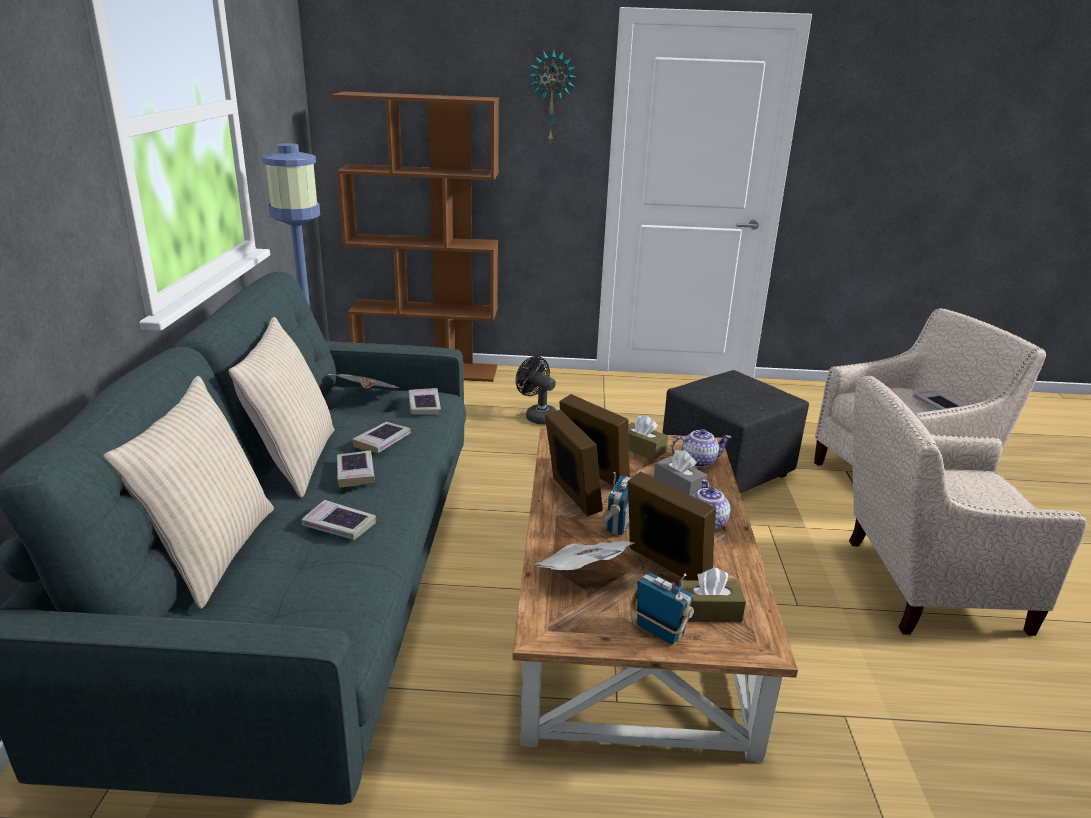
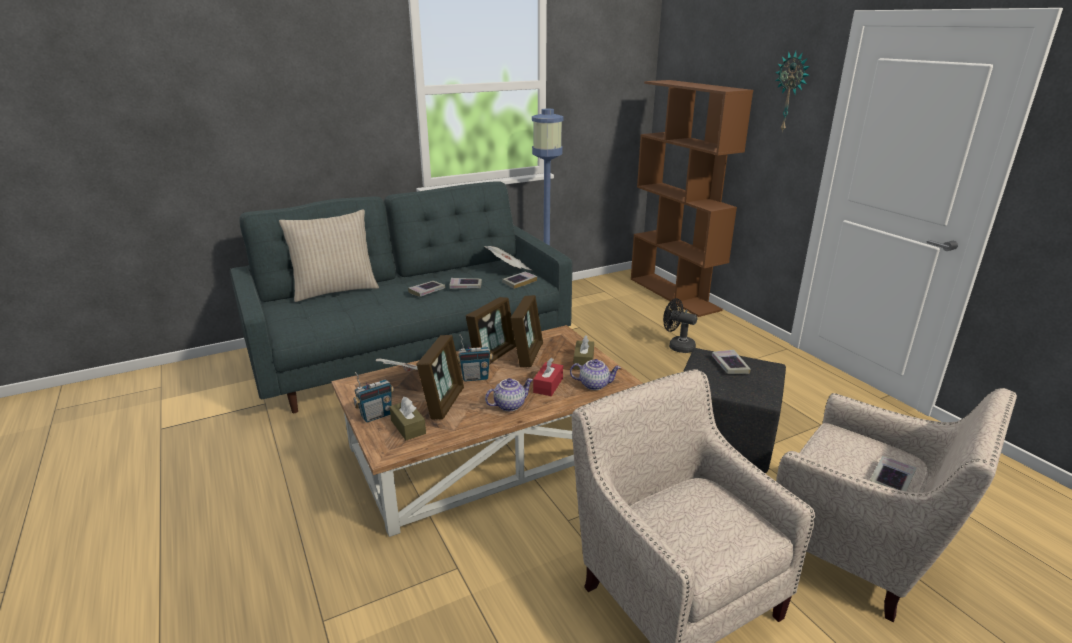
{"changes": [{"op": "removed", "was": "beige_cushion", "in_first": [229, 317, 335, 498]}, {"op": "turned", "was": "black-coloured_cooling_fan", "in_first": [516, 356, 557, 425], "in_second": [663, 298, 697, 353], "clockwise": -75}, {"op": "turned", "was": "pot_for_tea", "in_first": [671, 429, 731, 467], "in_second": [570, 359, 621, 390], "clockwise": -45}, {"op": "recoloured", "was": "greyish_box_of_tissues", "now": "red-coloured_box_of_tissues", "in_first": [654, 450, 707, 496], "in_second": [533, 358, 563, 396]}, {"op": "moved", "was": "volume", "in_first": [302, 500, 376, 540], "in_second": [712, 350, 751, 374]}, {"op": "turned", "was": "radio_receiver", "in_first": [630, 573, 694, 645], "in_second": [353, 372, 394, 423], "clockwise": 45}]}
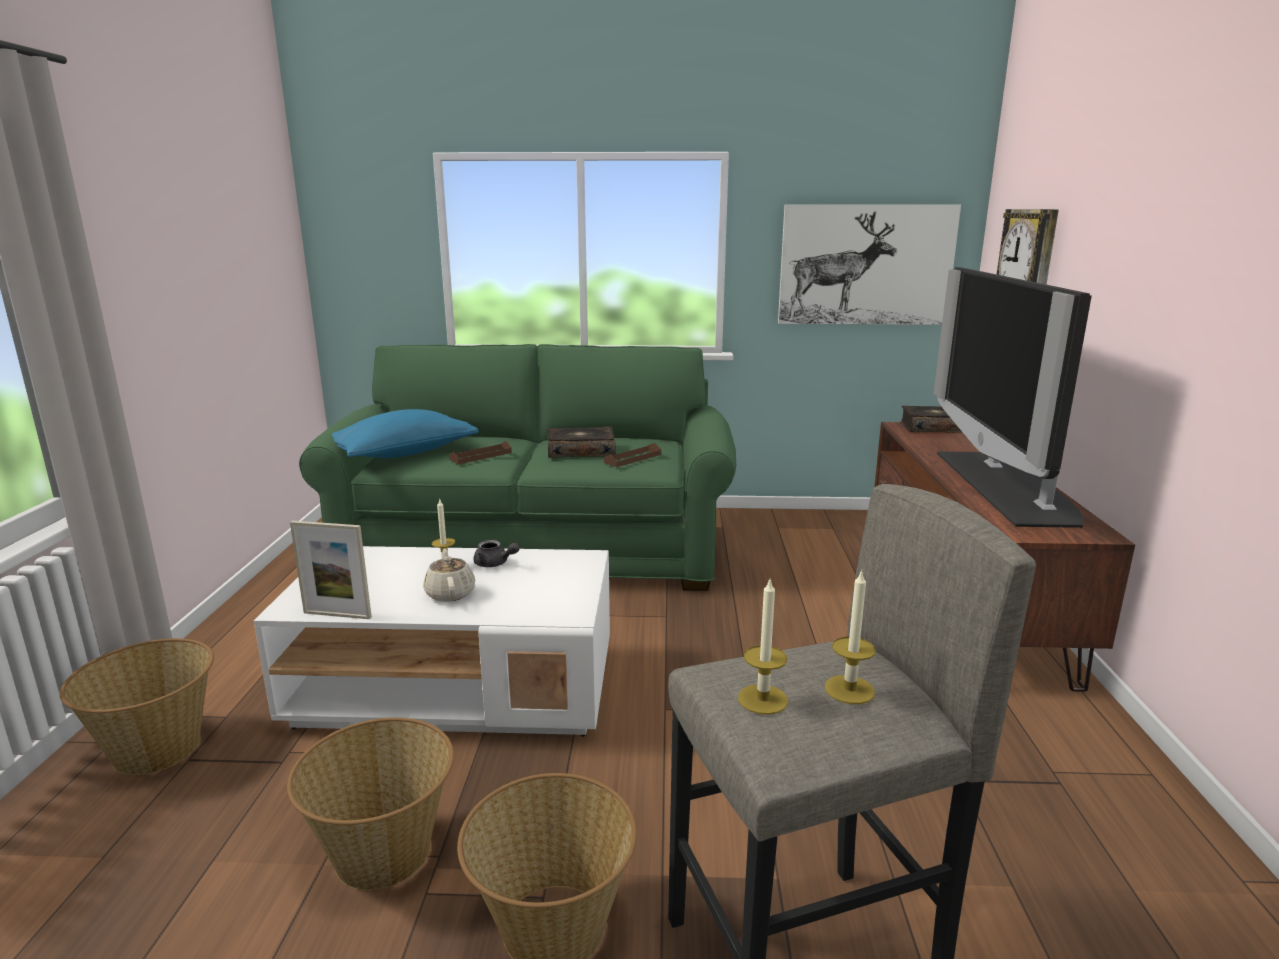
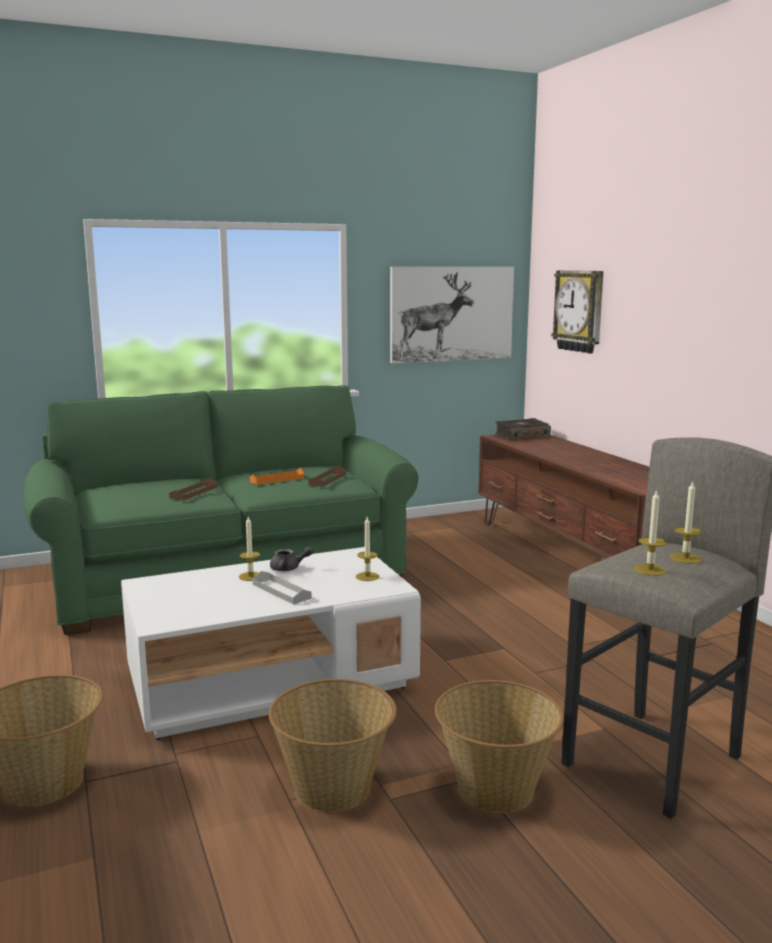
{"changes": [{"op": "removed", "was": "television", "in_first": [934, 267, 1092, 528]}, {"op": "removed", "was": "bluish_cushion", "in_first": [332, 409, 479, 458]}, {"op": "replaced", "was": "volume", "now": "orangey_tray", "in_first": [547, 426, 616, 458], "in_second": [250, 468, 304, 485]}, {"op": "removed", "was": "photo_frame", "in_first": [290, 521, 372, 619]}, {"op": "replaced", "was": "beige_pot_for_tea", "now": "greyish_tray", "in_first": [423, 548, 475, 602], "in_second": [253, 571, 312, 605]}, {"op": "added", "now": "wax_candle", "in_second": [356, 517, 379, 581]}]}
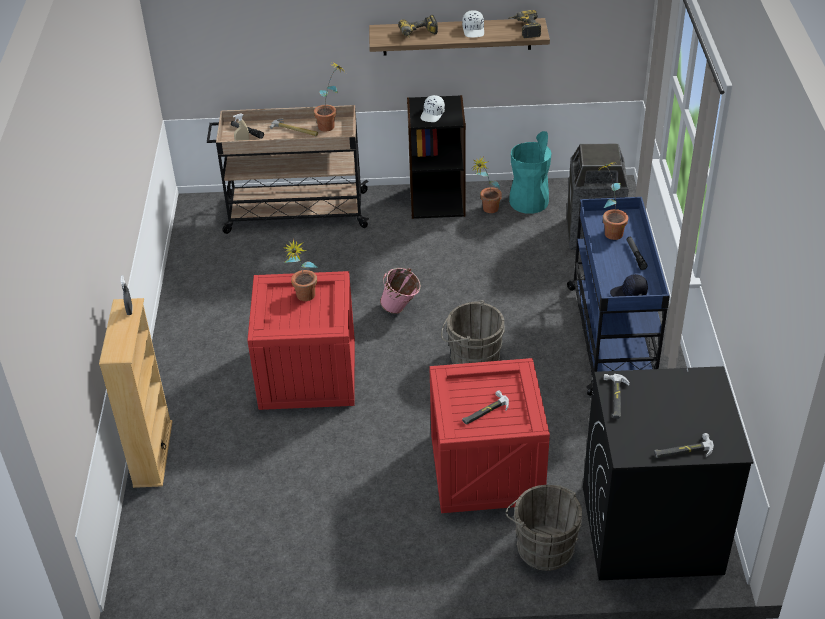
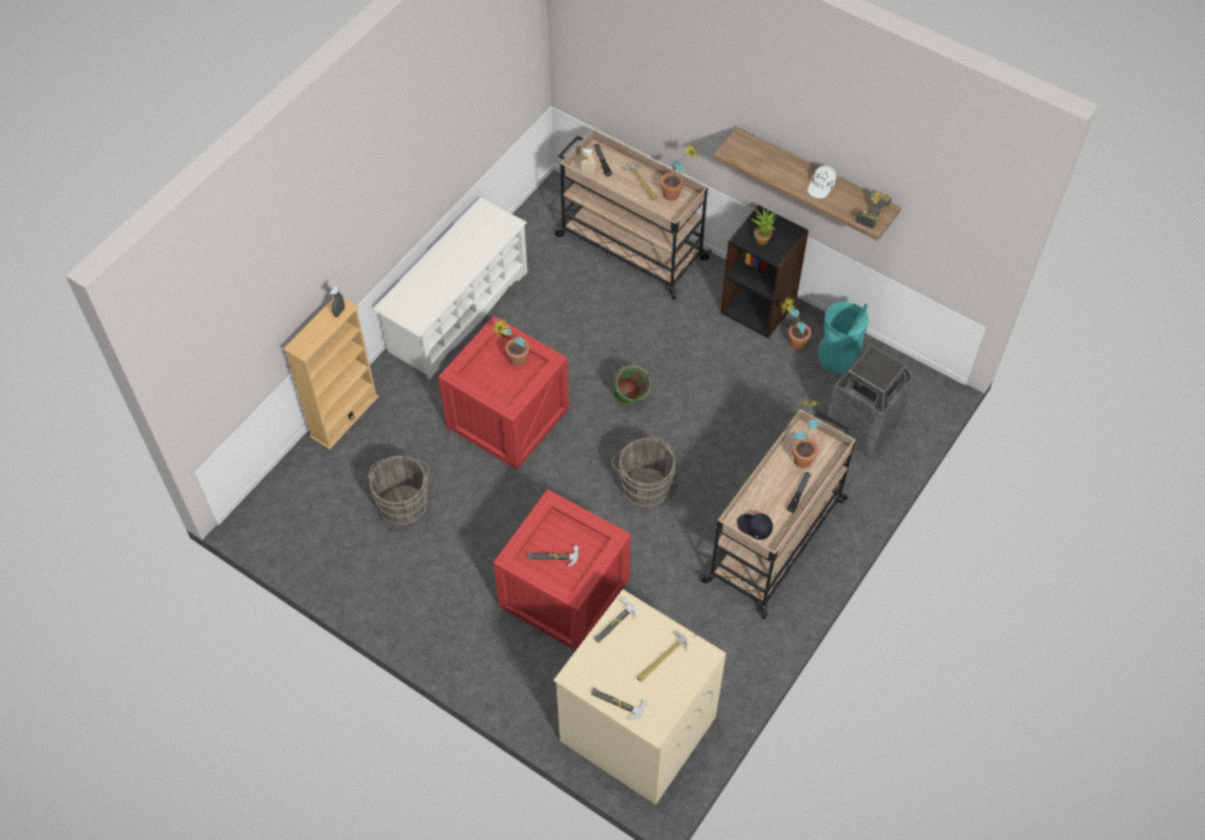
{"changes": [{"op": "removed", "was": "power_drill", "in_first": [398, 15, 438, 38]}, {"op": "replaced", "was": "white_baseball_cap", "now": "potted_plant", "in_first": [421, 95, 445, 122], "in_second": [750, 209, 778, 245]}, {"op": "recoloured", "was": "bluish_trolley", "now": "beige_trolley", "in_first": [567, 196, 670, 396], "in_second": [700, 409, 856, 619]}, {"op": "recoloured", "was": "pink_pail", "now": "green_pail", "in_first": [380, 268, 421, 314], "in_second": [613, 365, 651, 404]}, {"op": "recoloured", "was": "black-coloured_washing_machine", "now": "beige_washing_machine", "in_first": [583, 366, 754, 580], "in_second": [553, 589, 726, 805]}, {"op": "moved", "was": "greyish_pail", "in_first": [506, 485, 582, 571], "in_second": [368, 456, 429, 526]}, {"op": "added", "now": "white_shoe_stand", "in_second": [373, 197, 527, 379]}, {"op": "added", "now": "hand_hammer", "in_second": [637, 631, 687, 682]}]}
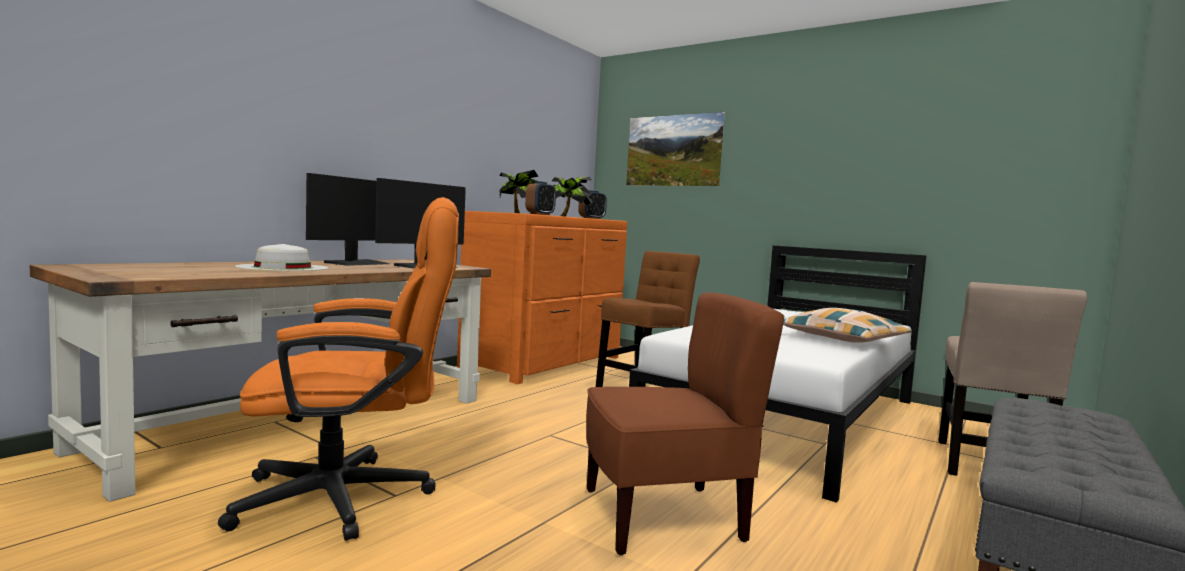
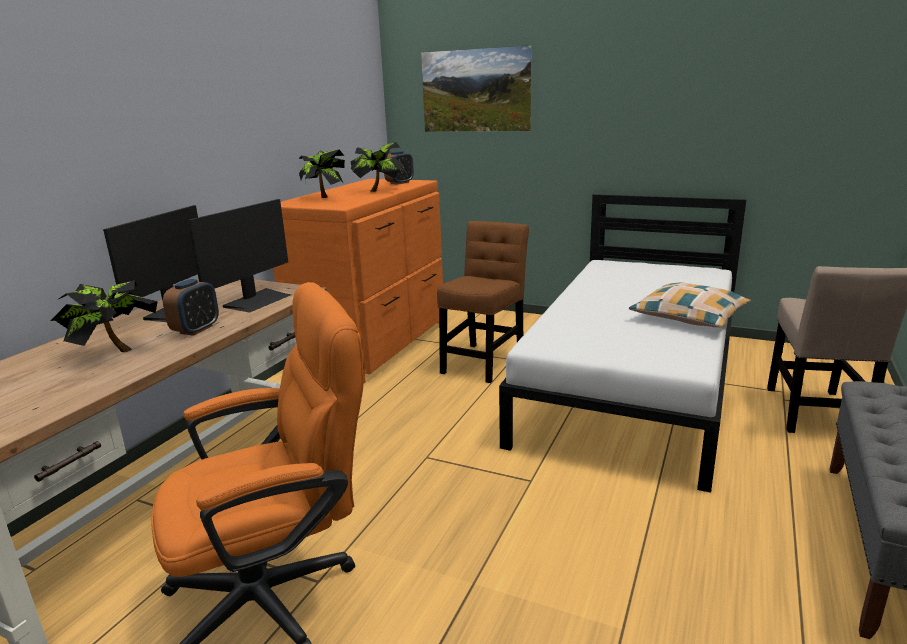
{"changes": [{"op": "moved", "was": "bedside_clock", "in_first": [525, 181, 556, 215], "in_second": [163, 279, 219, 336]}, {"op": "replaced", "was": "white_clothing_hat", "now": "potted_plant", "in_first": [235, 244, 328, 271], "in_second": [51, 280, 158, 352]}, {"op": "removed", "was": "brown_chair", "in_first": [586, 293, 784, 555]}]}
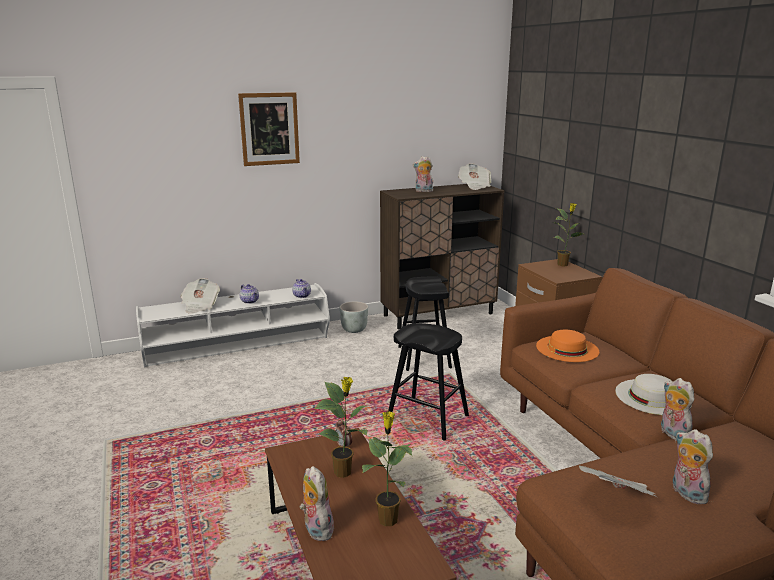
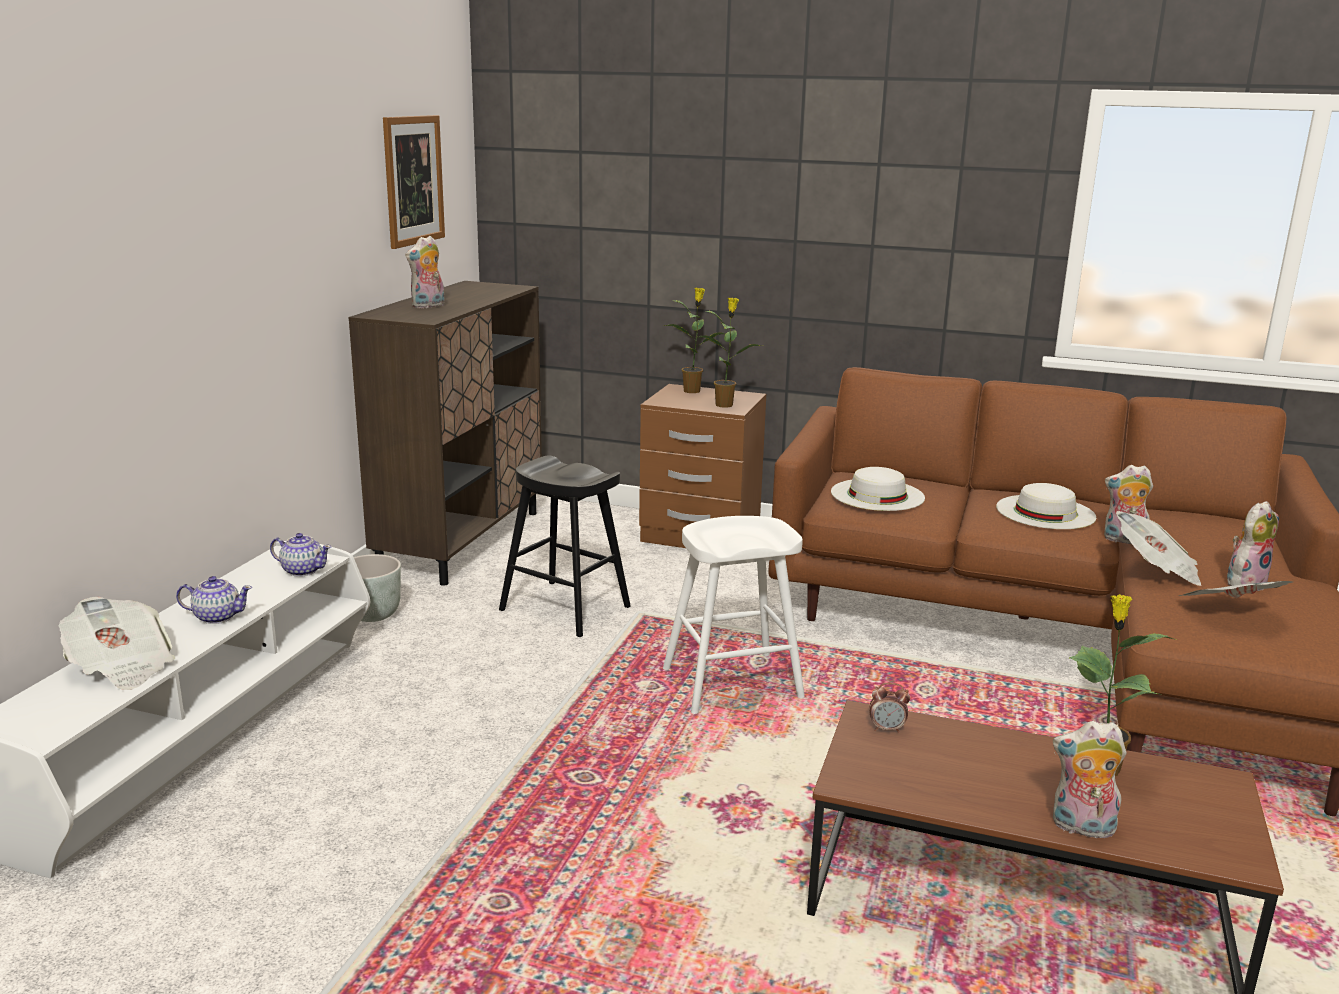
{"changes": [{"op": "moved", "was": "wall_art", "in_first": [238, 92, 300, 166], "in_second": [383, 115, 445, 249]}, {"op": "moved", "was": "daily_paper", "in_first": [458, 163, 491, 190], "in_second": [1116, 511, 1201, 586]}, {"op": "recoloured", "was": "black-coloured_stool", "now": "white_stool", "in_first": [388, 323, 469, 441], "in_second": [663, 516, 805, 714]}, {"op": "recoloured", "was": "orangey_clothing_hat", "now": "white_clothing_hat", "in_first": [536, 330, 600, 362], "in_second": [831, 467, 925, 511]}, {"op": "moved", "was": "potted_plant", "in_first": [314, 377, 368, 478], "in_second": [699, 298, 762, 408]}, {"op": "turned", "was": "plush_toy", "in_first": [673, 429, 713, 505], "in_second": [1227, 501, 1279, 591], "clockwise": 135}]}
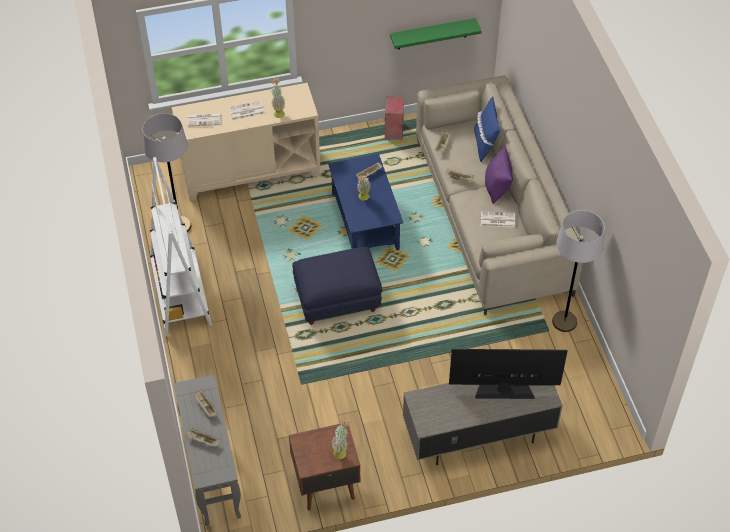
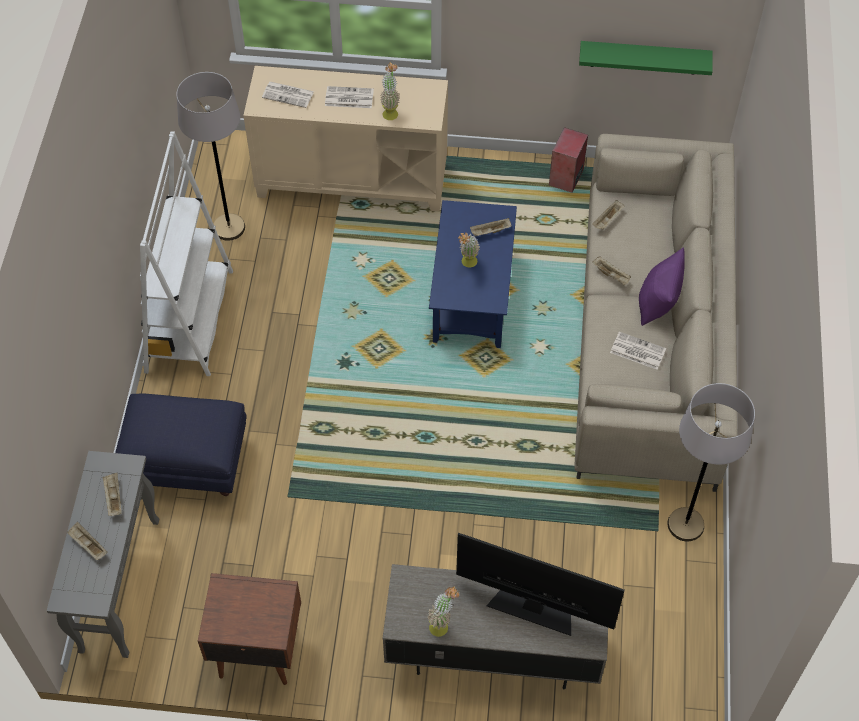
{"changes": [{"op": "removed", "was": "bluish_cushion", "in_first": [474, 96, 500, 162]}, {"op": "moved", "was": "bluish_ottoman", "in_first": [292, 247, 382, 325], "in_second": [115, 394, 246, 496]}, {"op": "moved", "was": "potted_plant", "in_first": [332, 418, 350, 459], "in_second": [427, 586, 459, 637]}]}
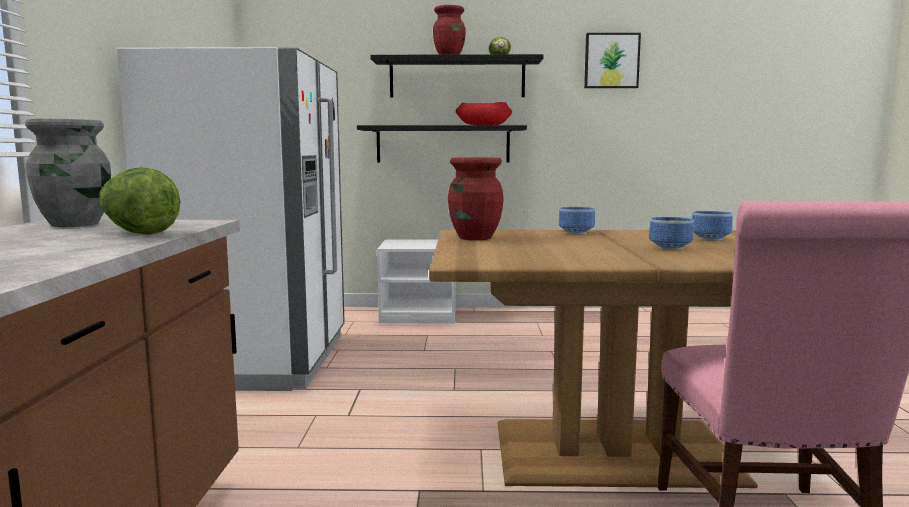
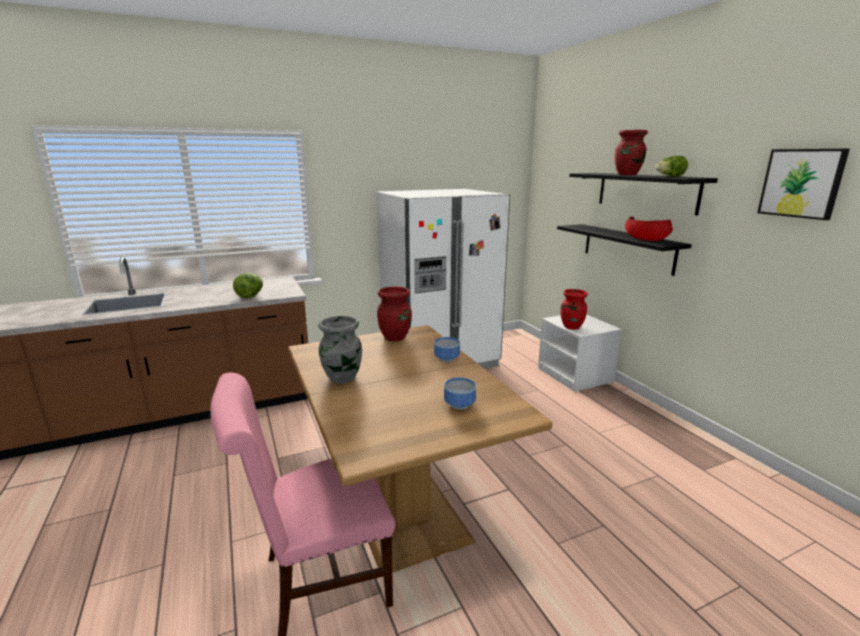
{"changes": [{"op": "moved", "was": "greyish_vase", "in_first": [25, 119, 111, 227], "in_second": [318, 316, 362, 384]}, {"op": "removed", "was": "deep_dish", "in_first": [649, 217, 694, 250]}, {"op": "added", "now": "red-coloured_vase", "in_second": [561, 289, 588, 329]}]}
